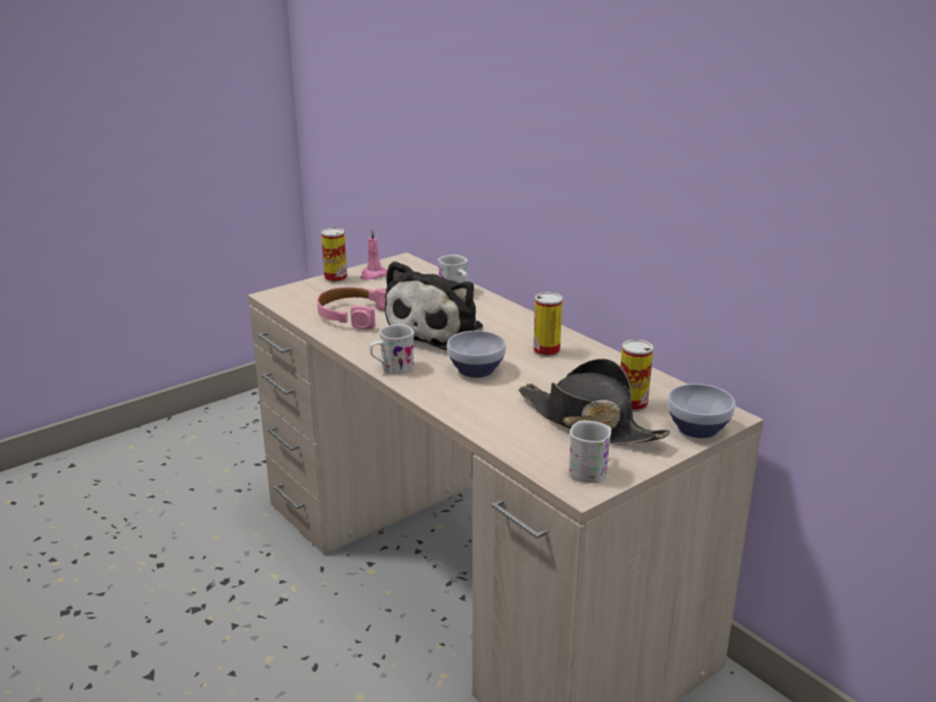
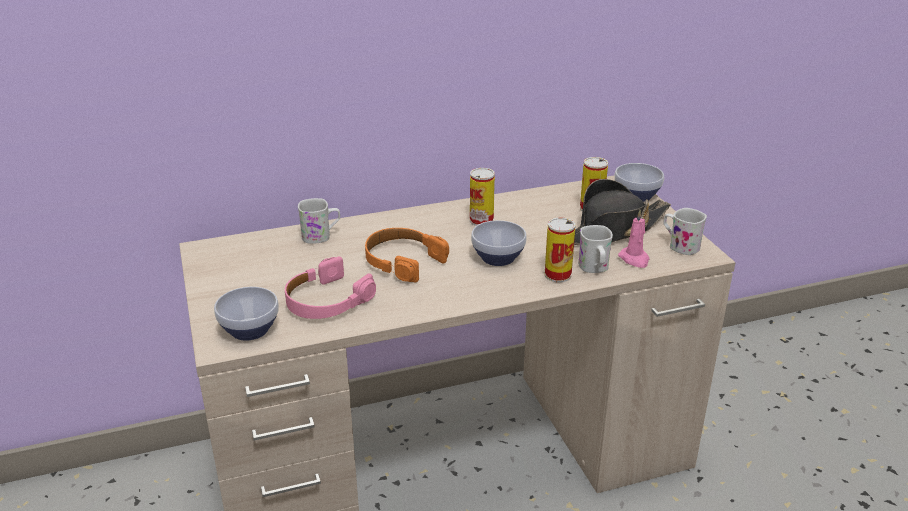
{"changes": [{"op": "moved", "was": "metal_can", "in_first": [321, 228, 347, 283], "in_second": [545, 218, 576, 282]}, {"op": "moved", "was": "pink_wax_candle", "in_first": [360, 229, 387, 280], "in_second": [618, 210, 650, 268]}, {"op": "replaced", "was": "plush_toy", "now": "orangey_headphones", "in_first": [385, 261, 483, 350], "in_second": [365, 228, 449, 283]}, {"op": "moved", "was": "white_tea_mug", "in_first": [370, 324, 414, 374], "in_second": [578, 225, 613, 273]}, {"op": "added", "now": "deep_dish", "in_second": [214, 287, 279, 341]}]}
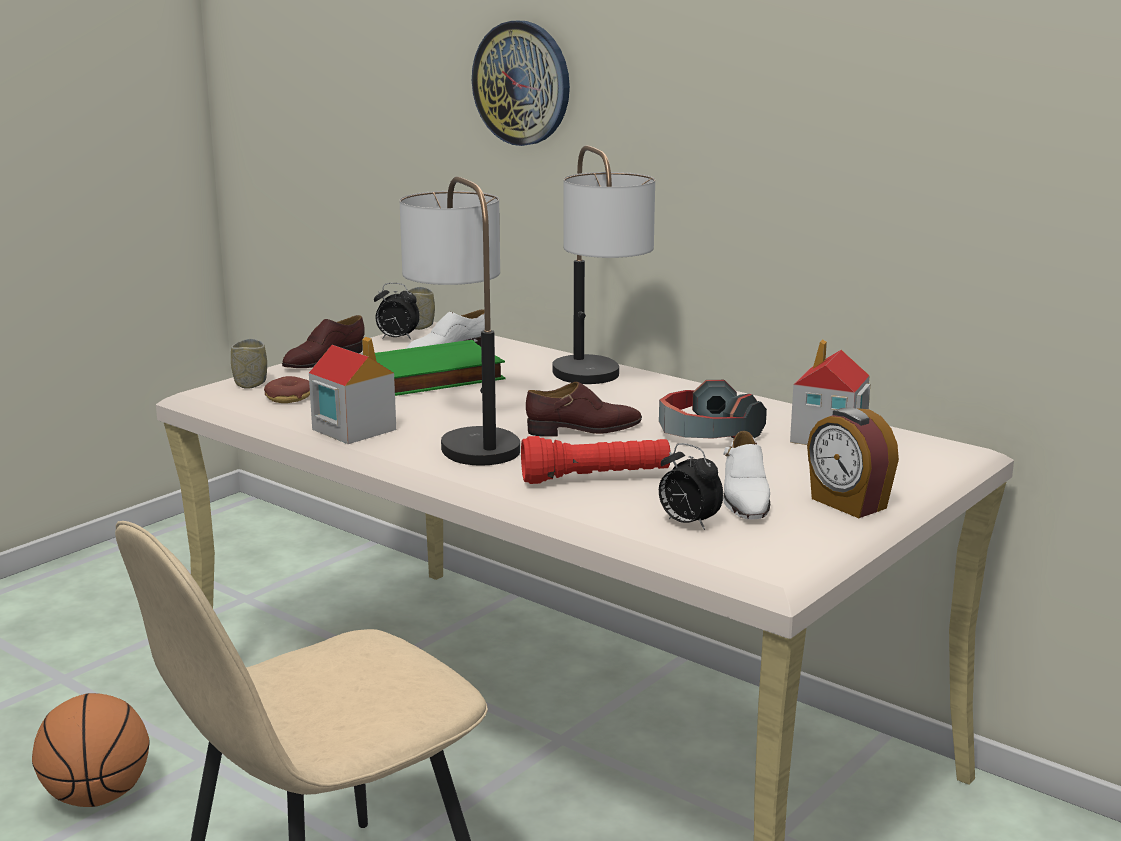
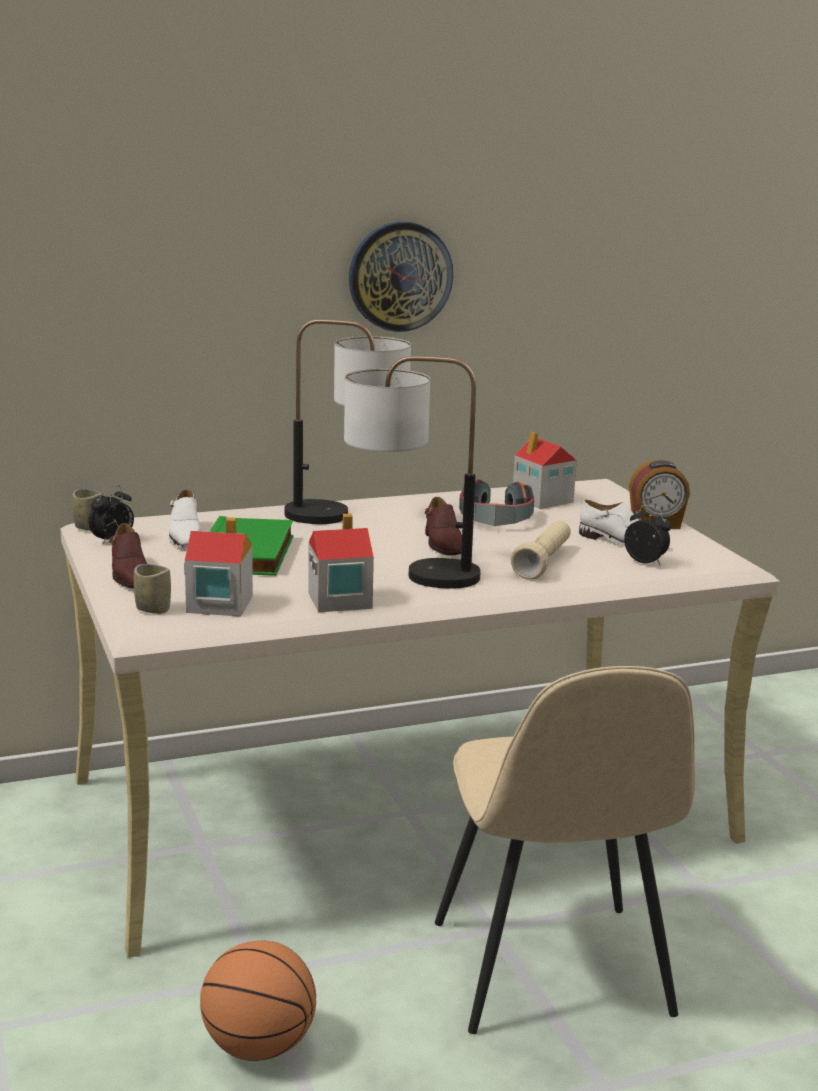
{"changes": [{"op": "moved", "was": "clock_on_the_wall", "in_first": [472, 21, 570, 146], "in_second": [349, 222, 453, 332]}, {"op": "replaced", "was": "ring_doughnut", "now": "miniature_house", "in_first": [264, 376, 310, 403], "in_second": [184, 517, 253, 616]}, {"op": "turned", "was": "brown_item_of_footwear", "in_first": [526, 382, 642, 437], "in_second": [425, 497, 462, 555], "clockwise": 150}, {"op": "recoloured", "was": "red-coloured_torch", "now": "beige_torch", "in_first": [521, 436, 671, 484], "in_second": [511, 521, 571, 580]}, {"op": "turned", "was": "bedside_clock", "in_first": [659, 443, 723, 530], "in_second": [624, 505, 671, 565], "clockwise": -120}]}
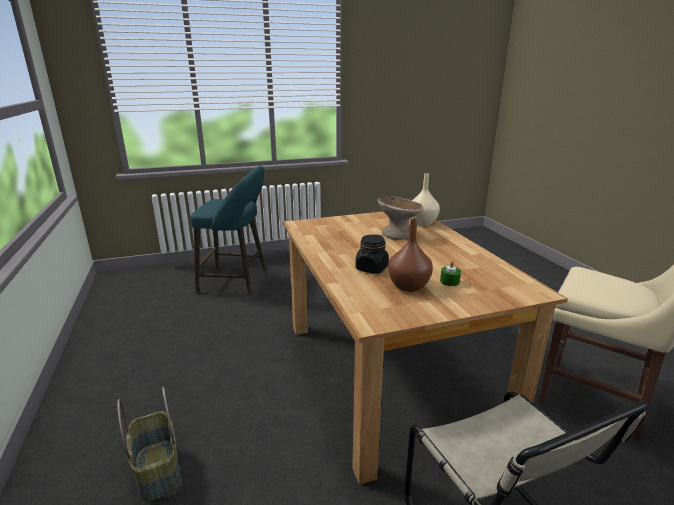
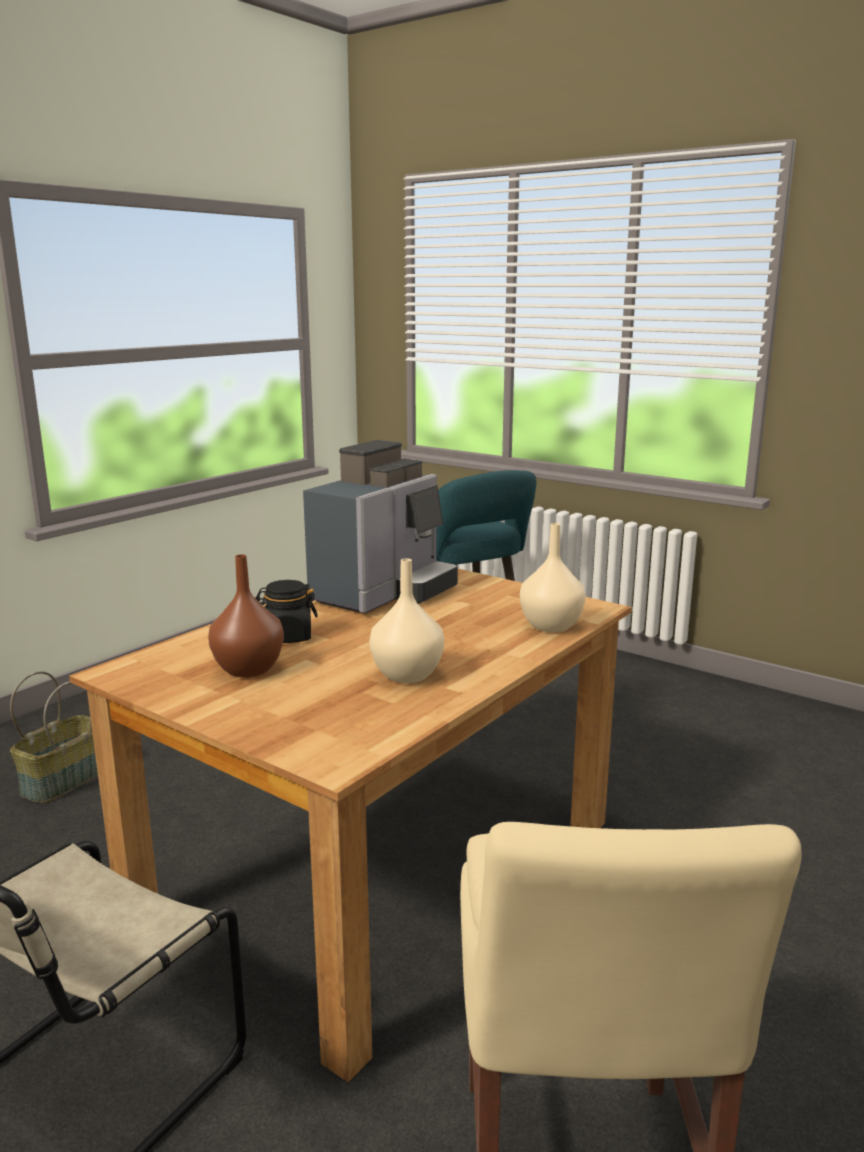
{"changes": [{"op": "removed", "was": "beige_deep_dish", "in_first": [377, 196, 424, 240]}, {"op": "removed", "was": "green_wax_candle", "in_first": [440, 261, 461, 286]}, {"op": "added", "now": "coffee_brewer", "in_second": [303, 440, 458, 614]}, {"op": "added", "now": "beige_vase", "in_second": [369, 558, 444, 683]}]}
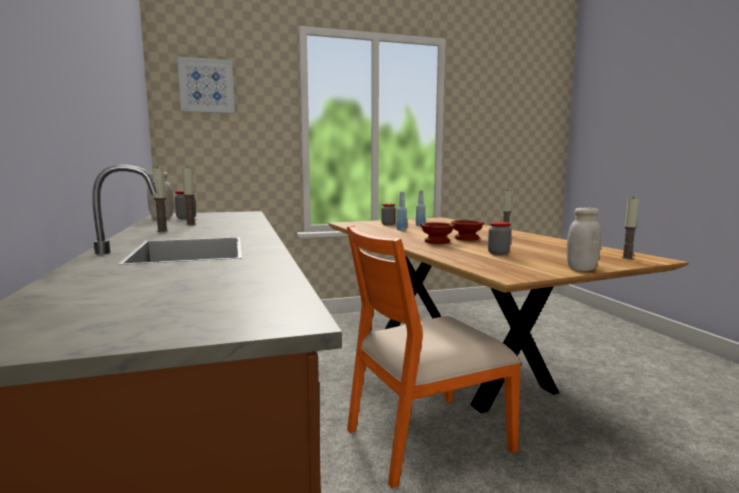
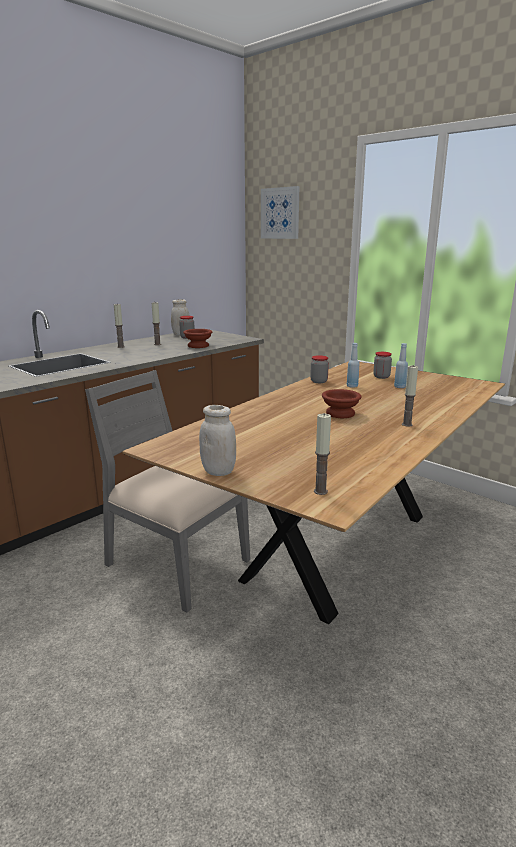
{"changes": [{"op": "moved", "was": "brown_deep_dish", "in_first": [420, 222, 455, 244], "in_second": [183, 329, 212, 348]}, {"op": "moved", "was": "preserve_jar", "in_first": [488, 222, 511, 255], "in_second": [310, 355, 329, 383]}, {"op": "recoloured", "was": "orangey_chair", "now": "greyish_chair", "in_first": [347, 225, 521, 489], "in_second": [85, 370, 250, 612]}]}
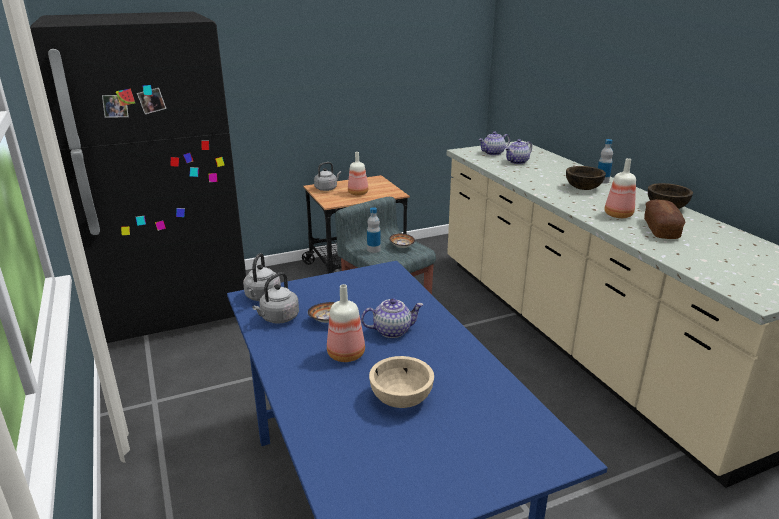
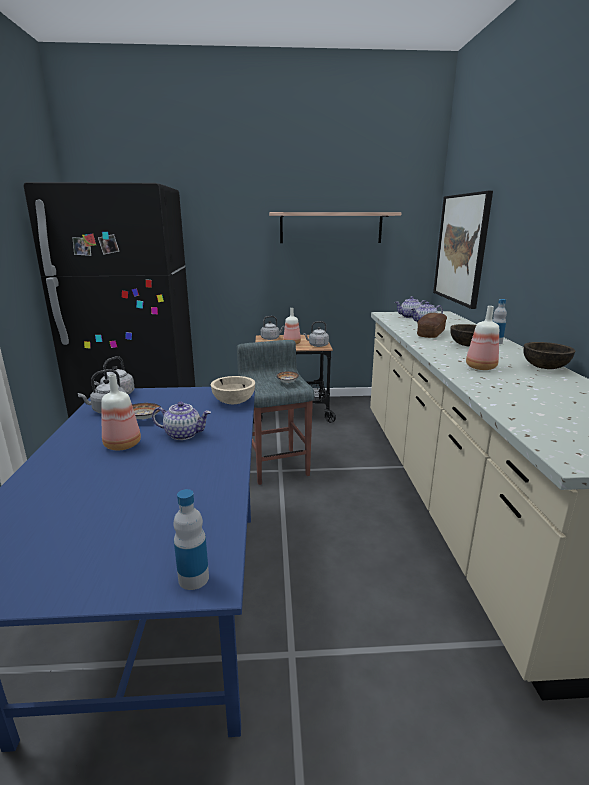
{"changes": [{"op": "moved", "was": "baked_bread", "in_first": [644, 199, 685, 239], "in_second": [417, 313, 447, 338]}, {"op": "moved", "was": "drink_bottle", "in_first": [367, 207, 381, 253], "in_second": [173, 489, 209, 590]}, {"op": "moved", "was": "beige_deep_dish", "in_first": [369, 356, 434, 408], "in_second": [211, 376, 255, 404]}, {"op": "added", "now": "wall_art", "in_second": [433, 191, 493, 309]}, {"op": "added", "now": "shelf", "in_second": [269, 212, 402, 243]}, {"op": "added", "now": "greyish_water_kettle", "in_second": [303, 321, 329, 347]}]}
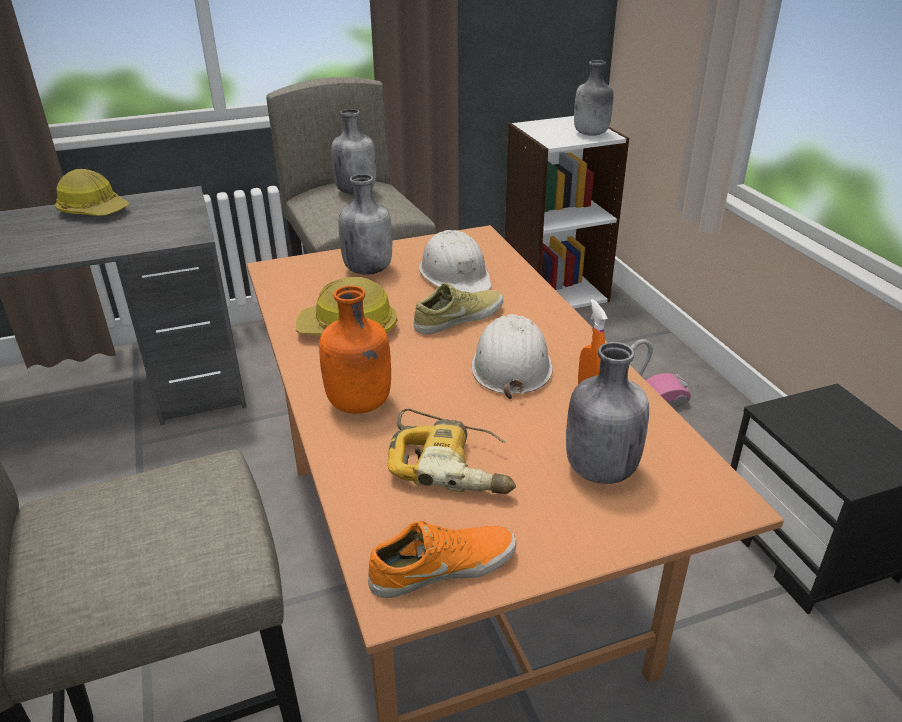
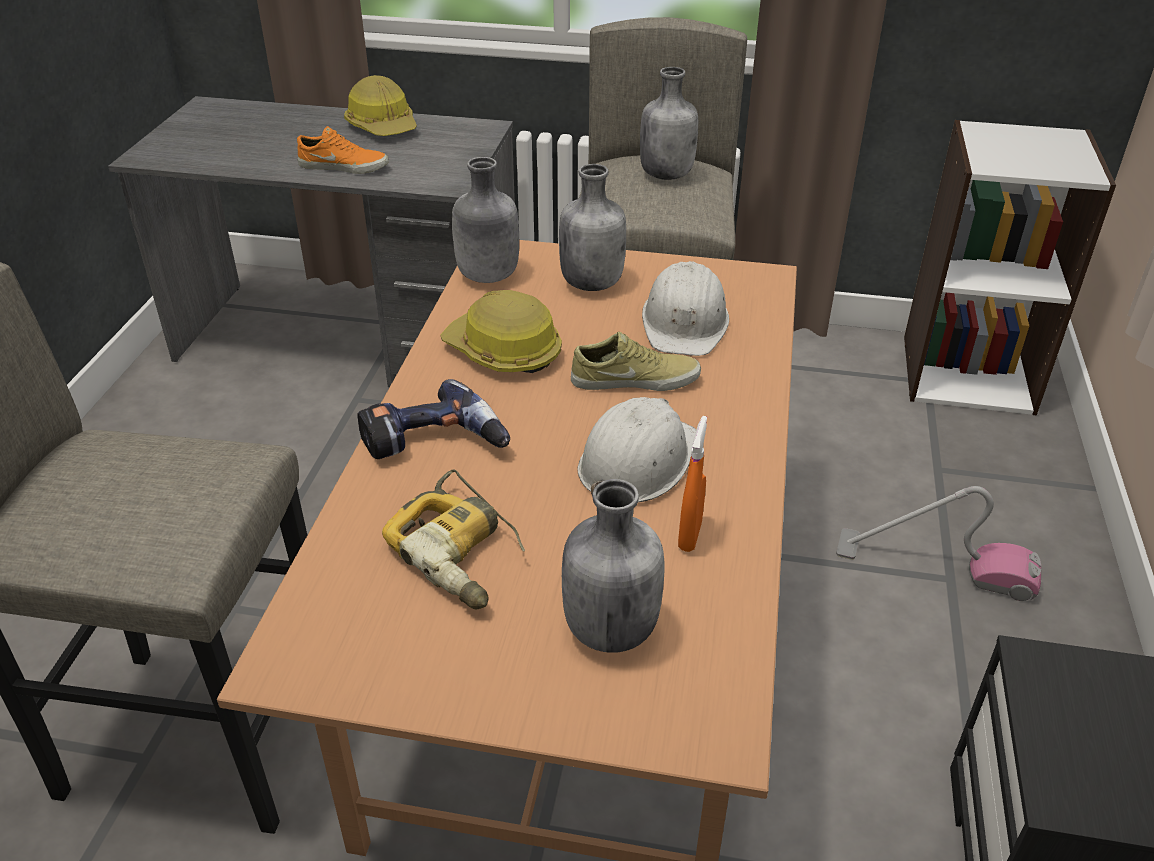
{"changes": [{"op": "moved", "was": "greyish_drink_bottle", "in_first": [574, 60, 613, 136], "in_second": [452, 157, 519, 283]}, {"op": "replaced", "was": "orangey_drink_bottle", "now": "power_drill", "in_first": [319, 286, 391, 414], "in_second": [357, 379, 510, 459]}, {"op": "moved", "was": "orangey_item_of_footwear", "in_first": [368, 521, 517, 598], "in_second": [297, 126, 389, 174]}]}
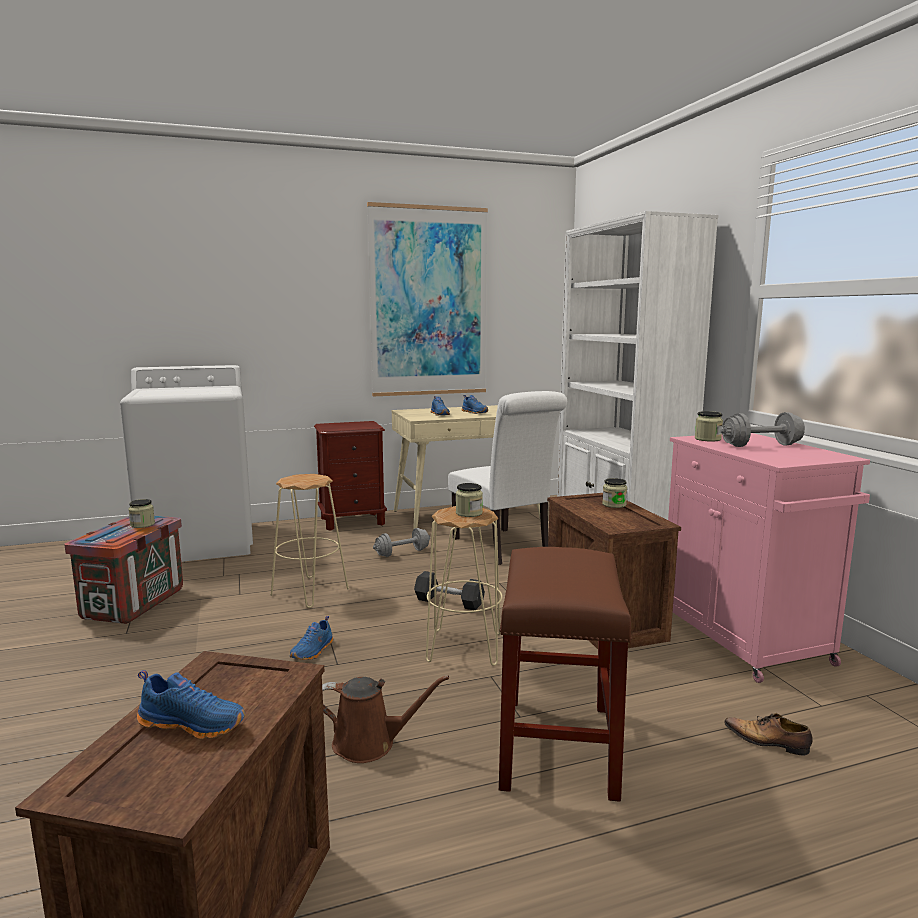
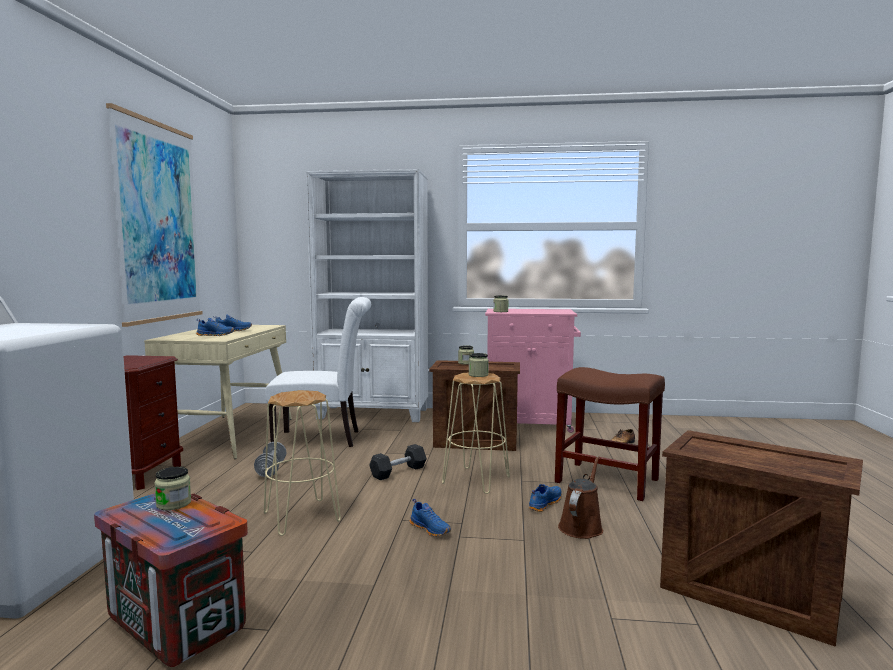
{"changes": [{"op": "removed", "was": "greyish_hand_weight", "in_first": [720, 412, 805, 447]}, {"op": "moved", "was": "bluish_item_of_footwear", "in_first": [137, 670, 246, 739], "in_second": [529, 484, 562, 512]}]}
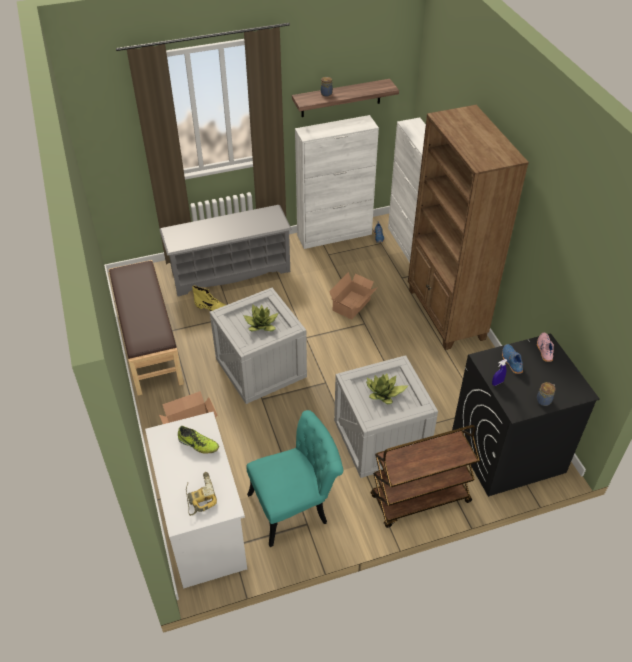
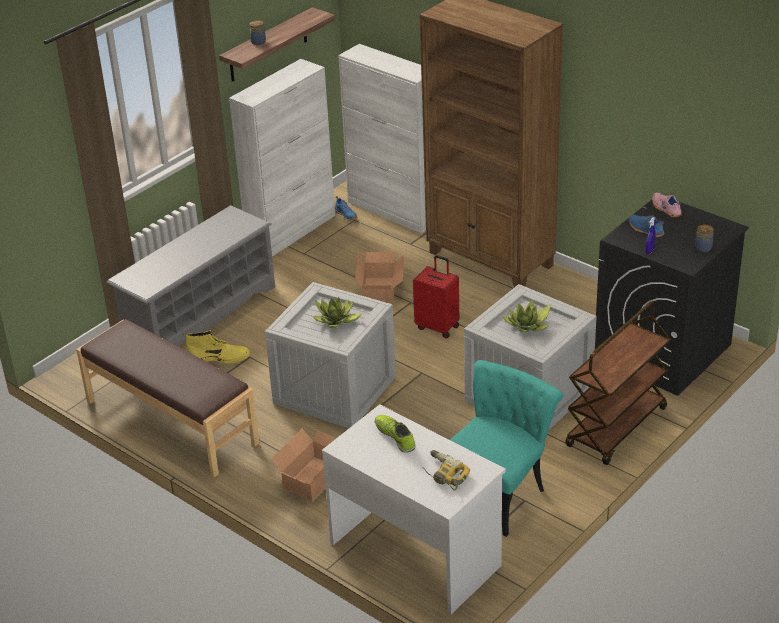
{"changes": [{"op": "turned", "was": "item_of_footwear", "in_first": [178, 426, 219, 454], "in_second": [375, 415, 416, 453], "clockwise": -120}, {"op": "added", "now": "red-coloured_piece_of_luggage", "in_second": [413, 255, 459, 338]}]}
